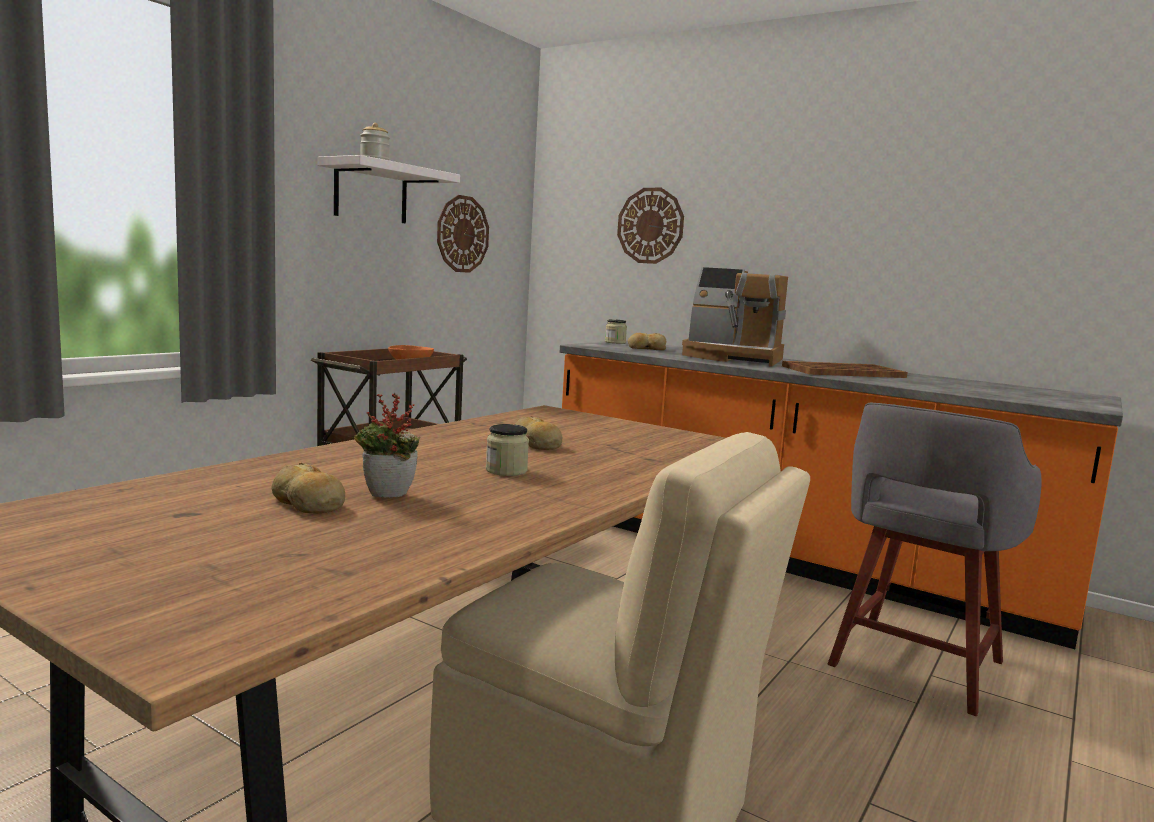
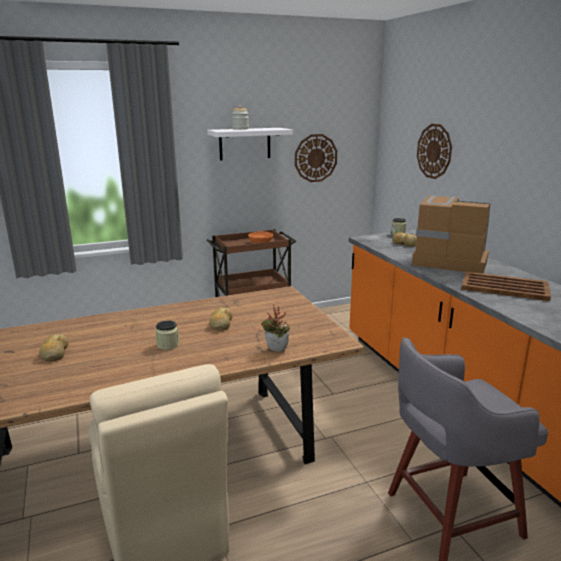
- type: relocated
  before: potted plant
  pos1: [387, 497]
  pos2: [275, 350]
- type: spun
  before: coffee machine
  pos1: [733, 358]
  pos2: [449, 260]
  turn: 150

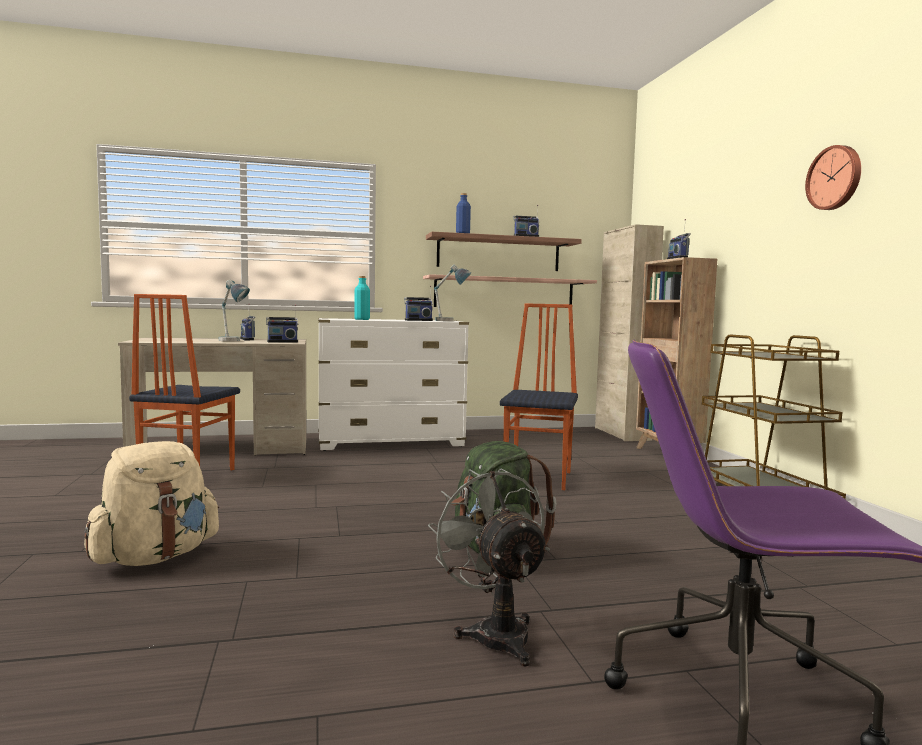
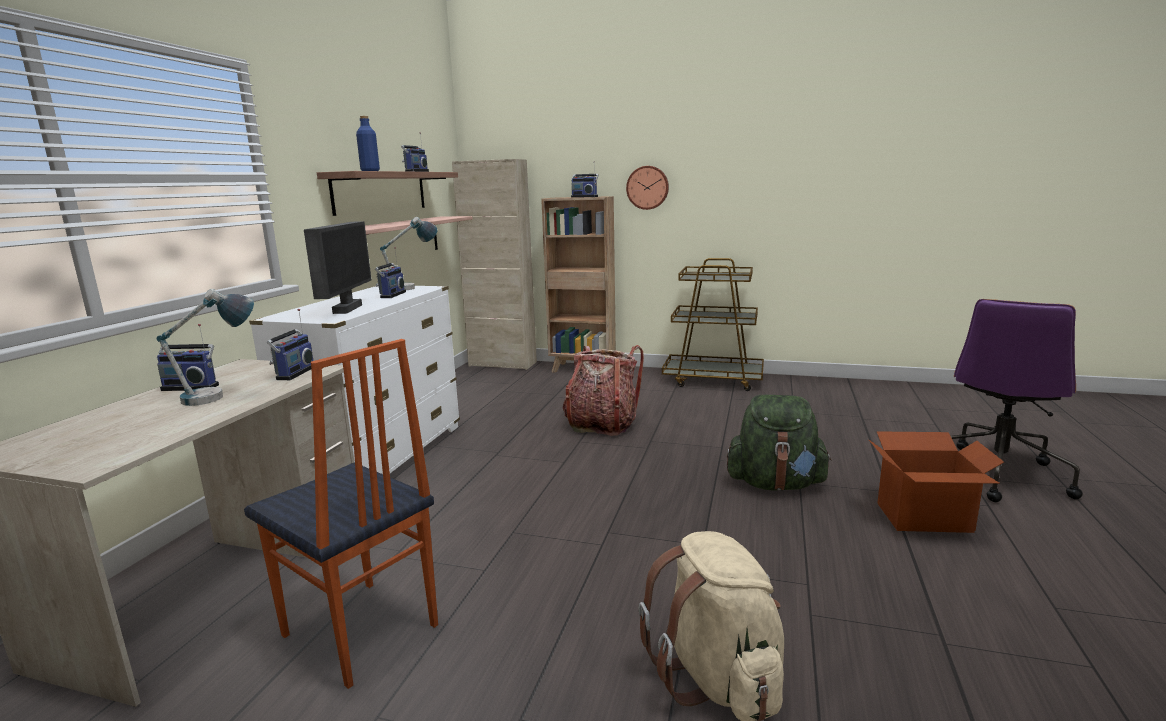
- type: exchanged
  before: turquoise bottle
  after: monitor
  pos1: [362, 319]
  pos2: [346, 309]
- type: exchanged
  before: chair
  after: backpack
  pos1: [539, 478]
  pos2: [602, 424]
- type: relocated
  before: wall clock
  pos1: [835, 178]
  pos2: [647, 187]
- type: exchanged
  before: grey fan
  after: cardboard box
  pos1: [495, 632]
  pos2: [924, 518]

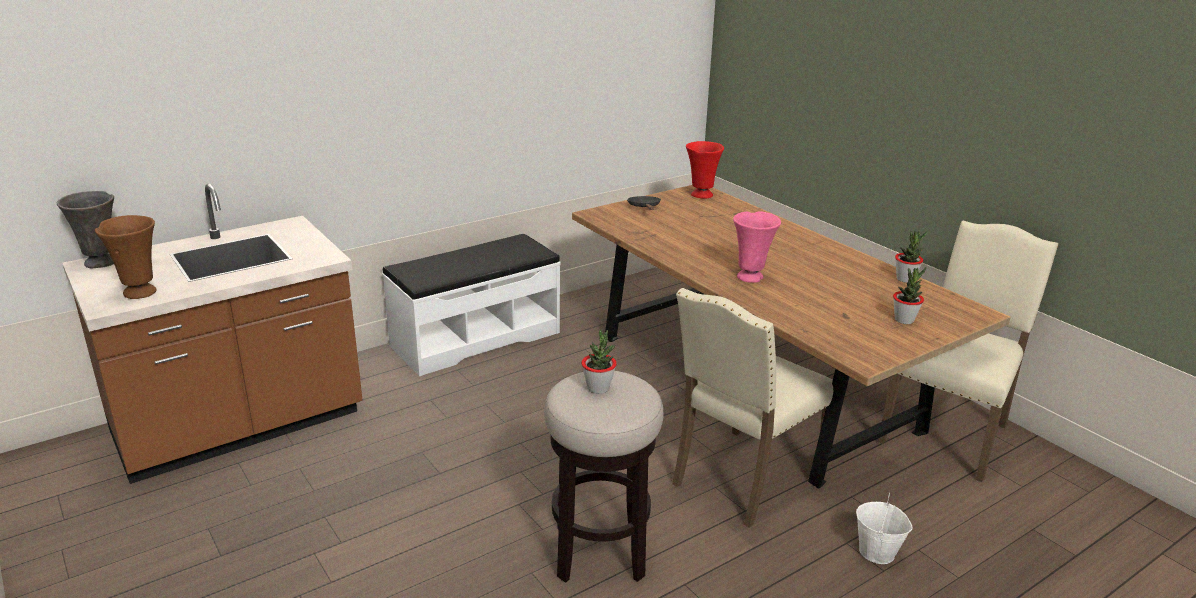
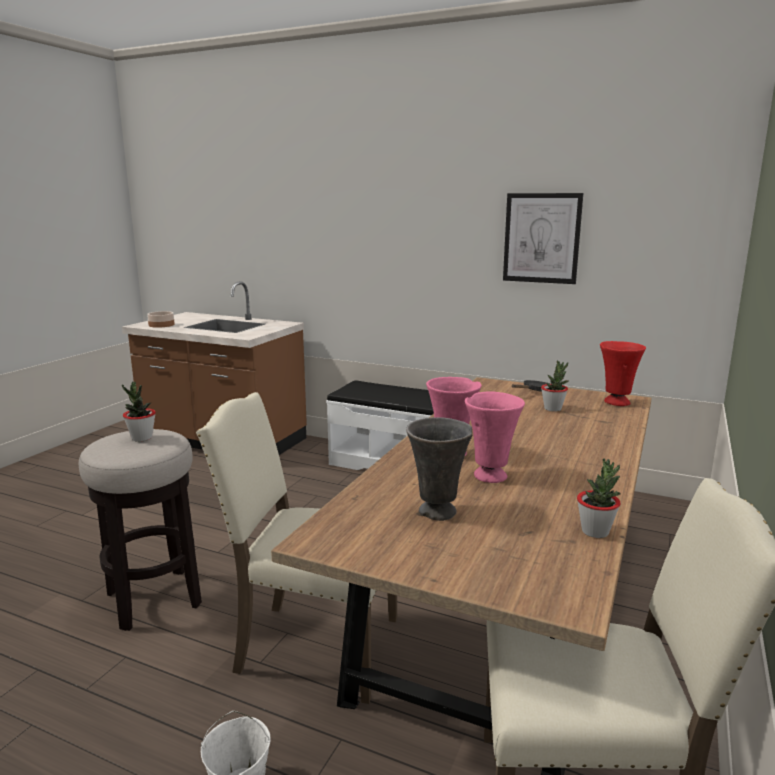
- type: exchanged
  before: brown vase
  after: bowl
  pos1: [140, 292]
  pos2: [162, 325]
- type: relocated
  before: grey vase
  pos1: [101, 263]
  pos2: [438, 513]
- type: appeared
  after: pink vase
  pos2: [490, 475]
- type: appeared
  after: picture
  pos2: [541, 238]
- type: relocated
  before: potted plant
  pos1: [904, 320]
  pos2: [553, 409]

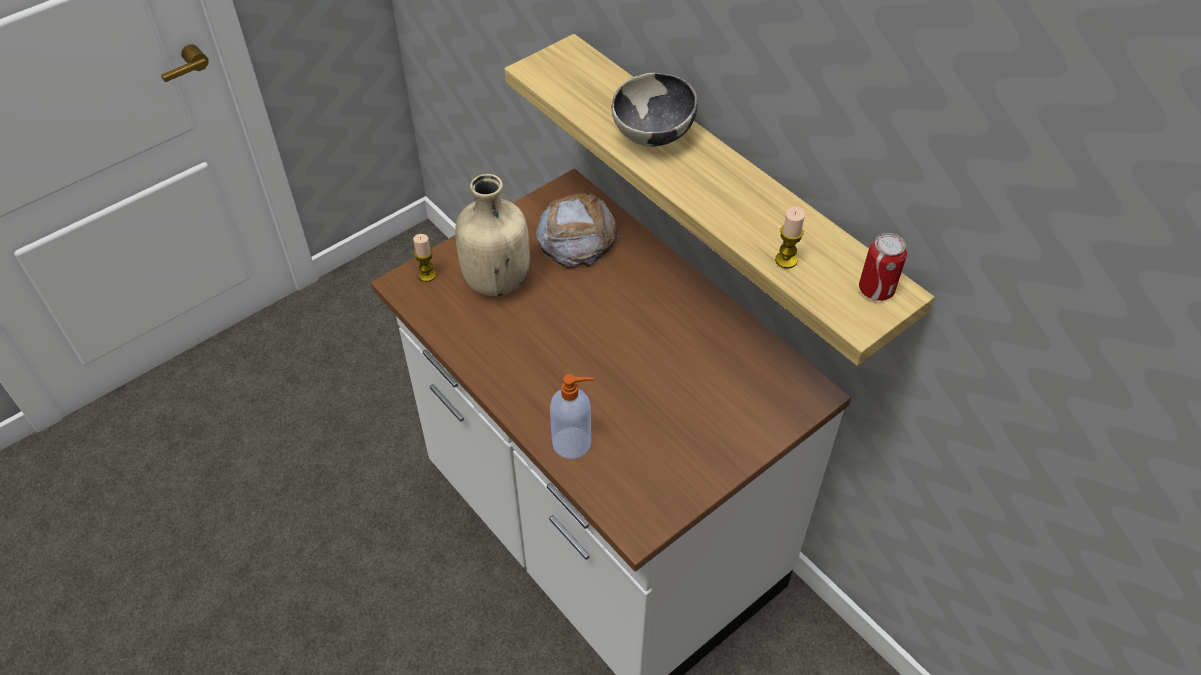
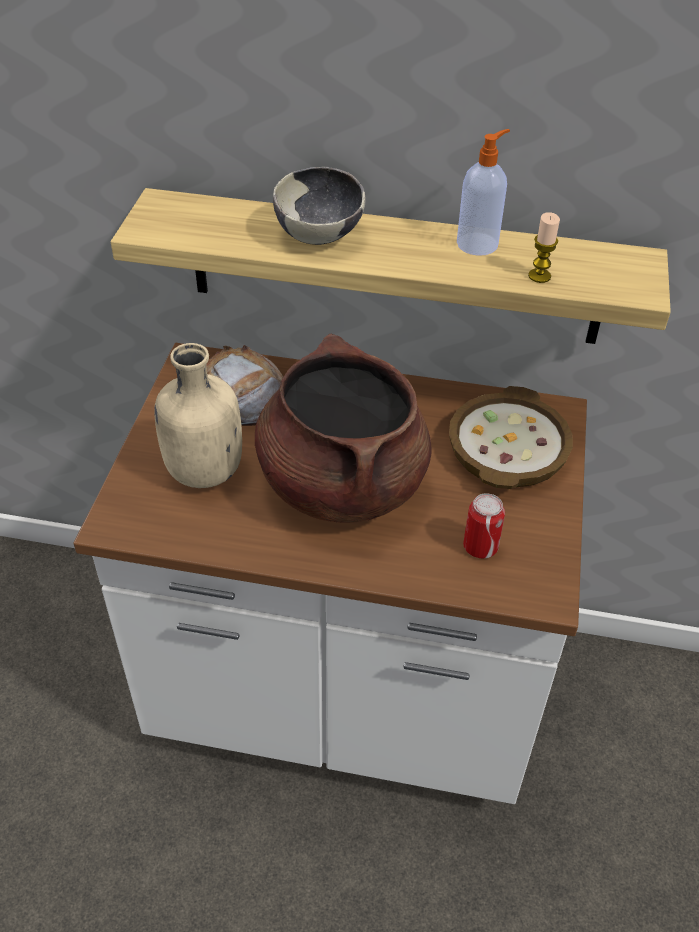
- type: appeared
  after: brown cooking pot
  pos2: [341, 483]
- type: appeared
  after: bowl
  pos2: [509, 451]
- type: relocated
  before: soap dispenser
  pos1: [573, 443]
  pos2: [478, 243]
- type: relocated
  before: can
  pos1: [876, 289]
  pos2: [480, 547]
- type: missing
  before: candle
  pos1: [427, 275]

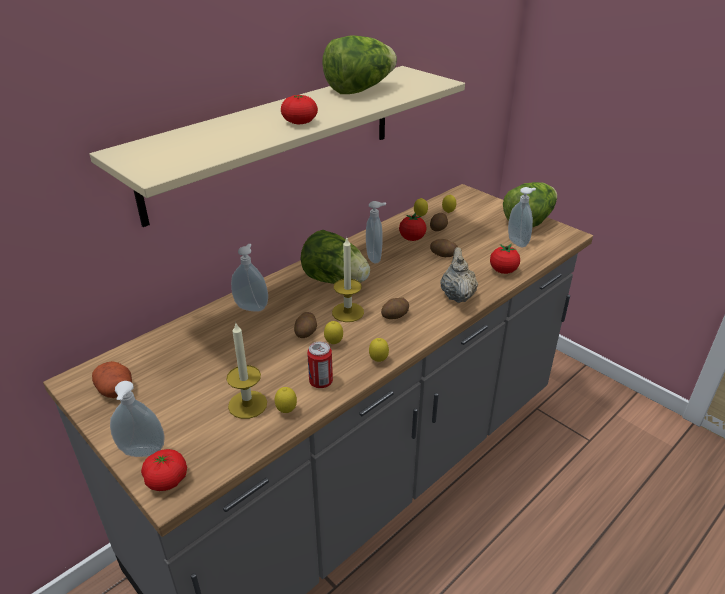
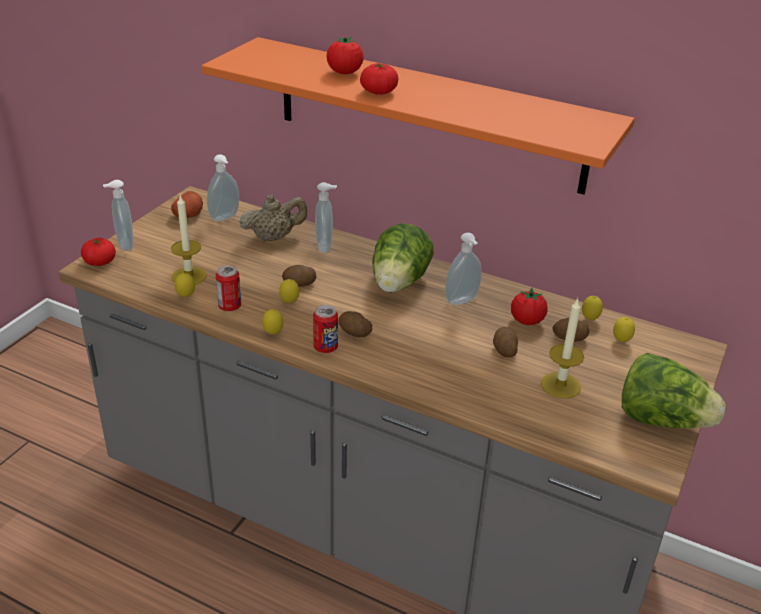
- type: colour
  before: beige shelf
  after: orange shelf
  pos1: [275, 140]
  pos2: [428, 114]
- type: relocated
  before: soap dispenser
  pos1: [518, 242]
  pos2: [225, 218]
- type: relocated
  before: beige teapot
  pos1: [457, 295]
  pos2: [274, 237]
- type: appeared
  after: can
  pos2: [325, 348]
- type: relocated
  before: tomato
  pos1: [503, 271]
  pos2: [344, 72]
- type: relocated
  before: candle
  pos1: [348, 312]
  pos2: [560, 385]
- type: missing
  before: lettuce
  pos1: [359, 90]

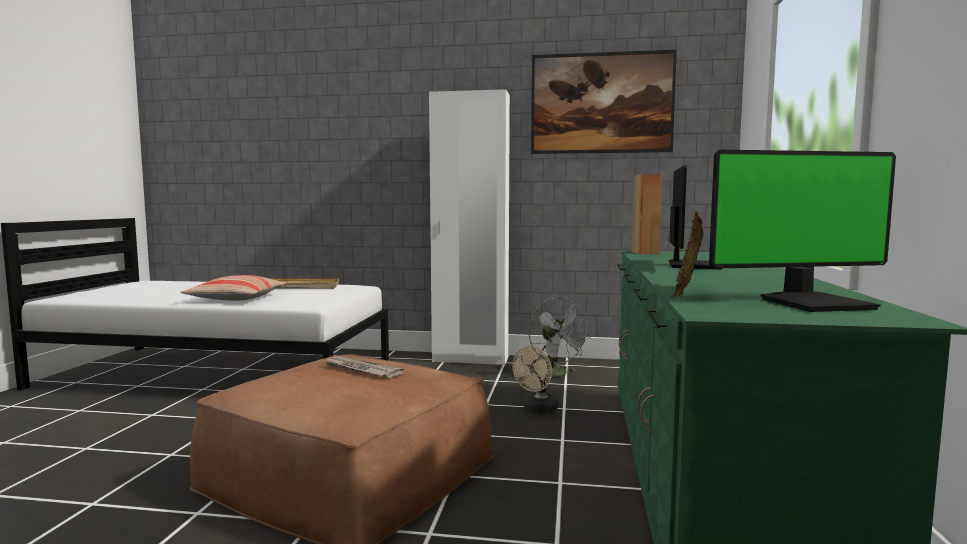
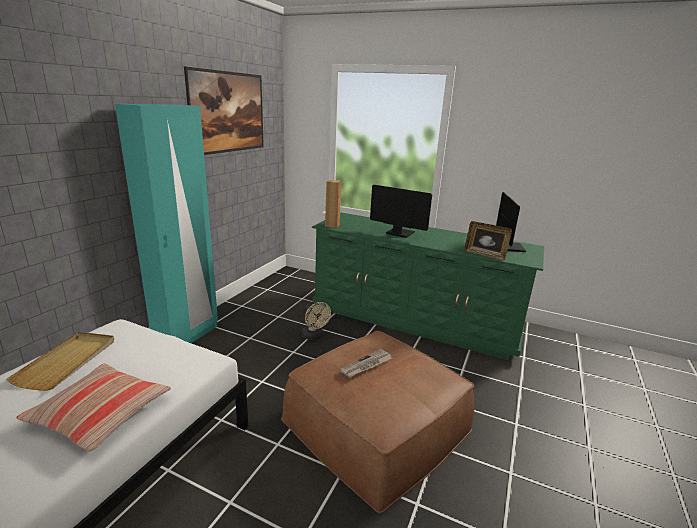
- type: colour
  before: white wardrobe
  after: turquoise wardrobe
  pos1: [470, 359]
  pos2: [187, 337]
- type: missing
  before: grey fan
  pos1: [557, 374]

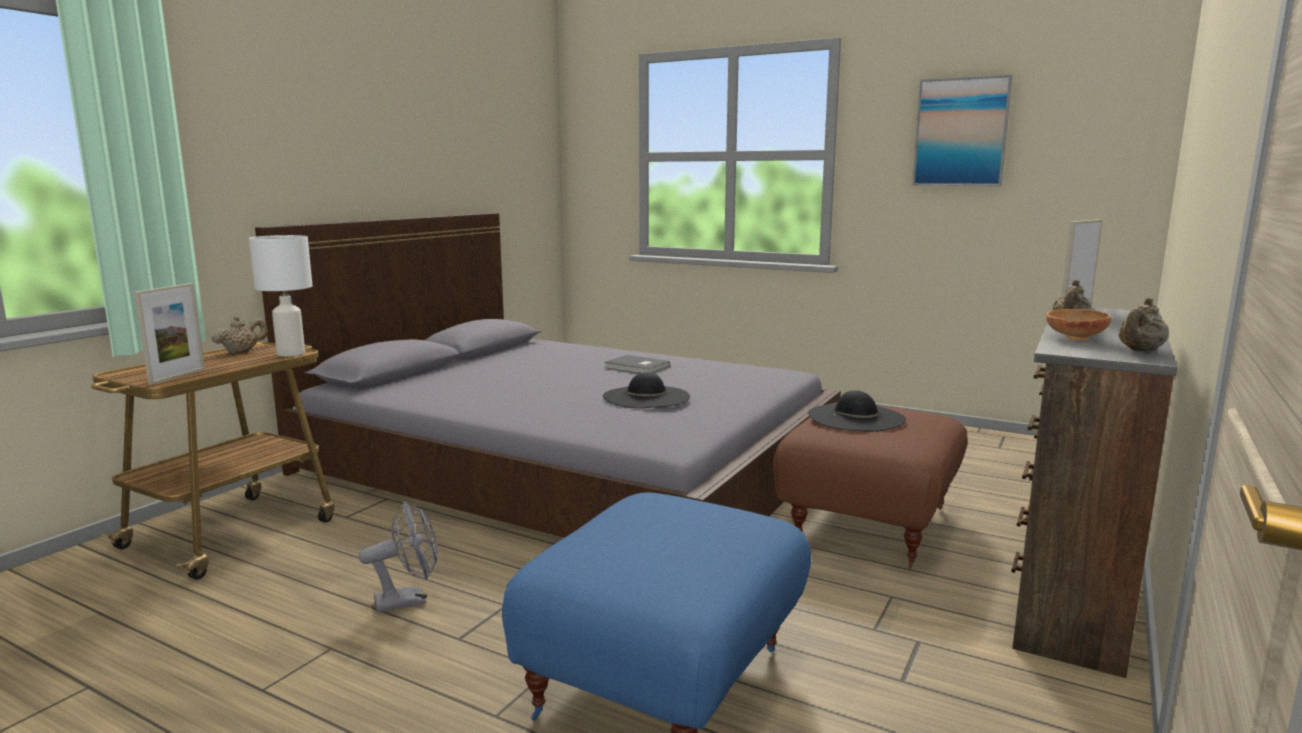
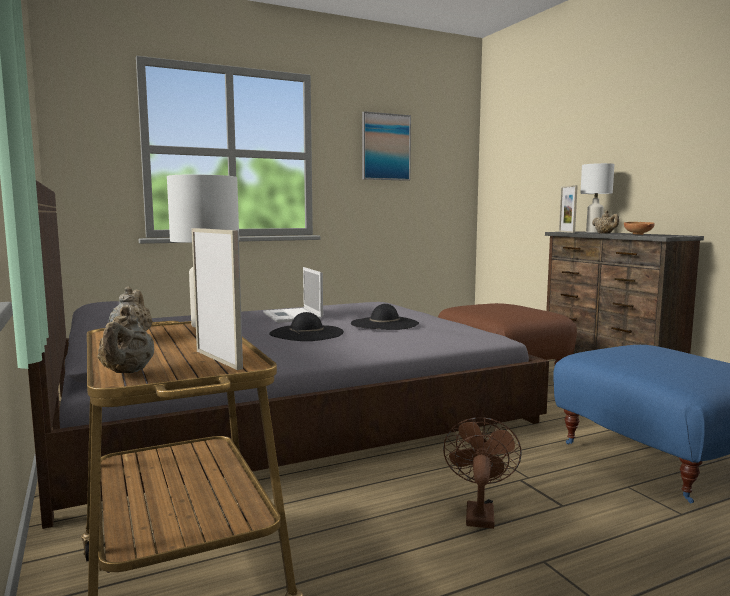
- type: relocated
  before: beige teapot
  pos1: [1140, 351]
  pos2: [127, 372]
- type: exchanged
  before: grey book
  after: laptop
  pos1: [636, 367]
  pos2: [293, 316]
- type: relocated
  before: black hat
  pos1: [856, 417]
  pos2: [306, 333]
- type: colour
  before: grey fan
  after: brown fan
  pos1: [409, 600]
  pos2: [479, 512]
- type: appeared
  after: white table lamp
  pos2: [594, 232]

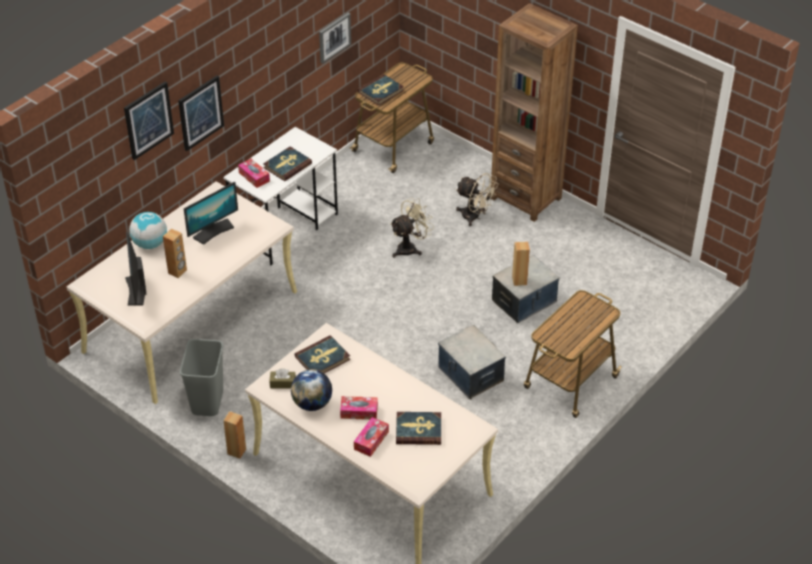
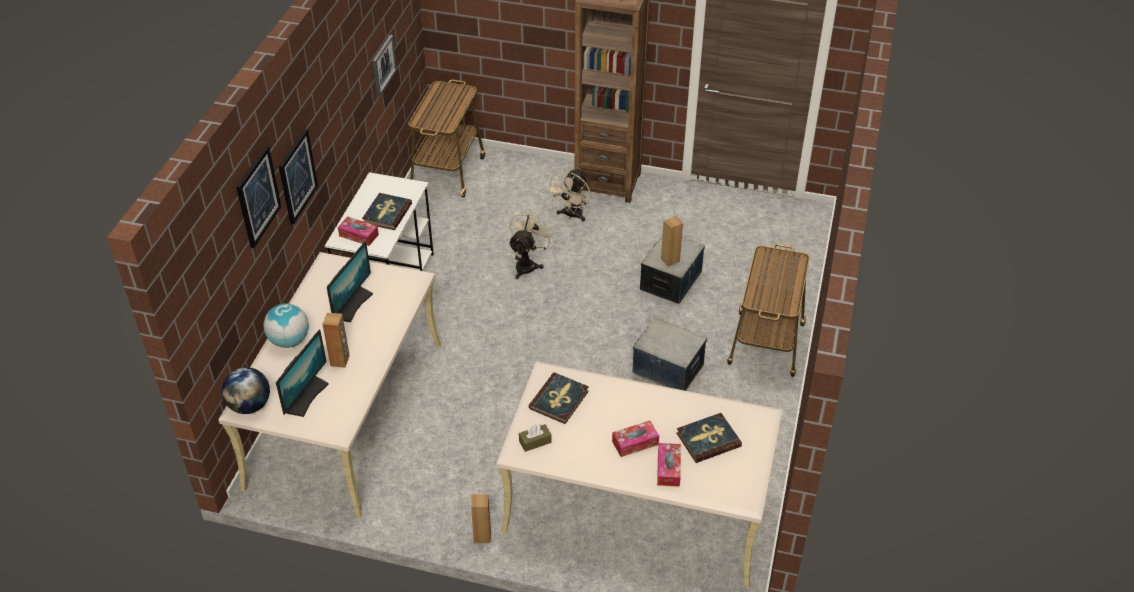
- type: relocated
  before: globe
  pos1: [312, 403]
  pos2: [250, 405]
- type: spun
  before: monitor
  pos1: [136, 290]
  pos2: [306, 396]
  turn: -120
- type: spun
  before: beige fan
  pos1: [475, 217]
  pos2: [571, 215]
  turn: 105
- type: missing
  before: grey trash can
  pos1: [208, 402]
- type: missing
  before: book
  pos1: [381, 91]

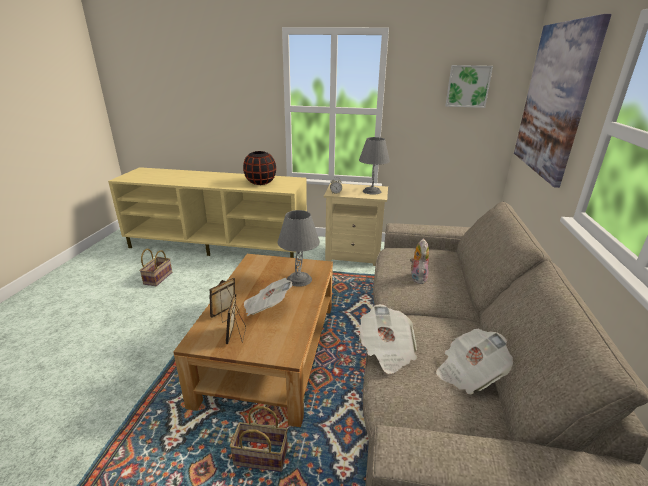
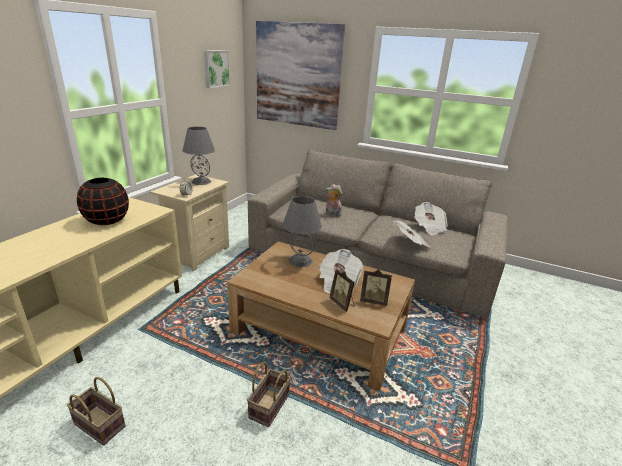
- type: relocated
  before: basket
  pos1: [259, 457]
  pos2: [269, 407]

